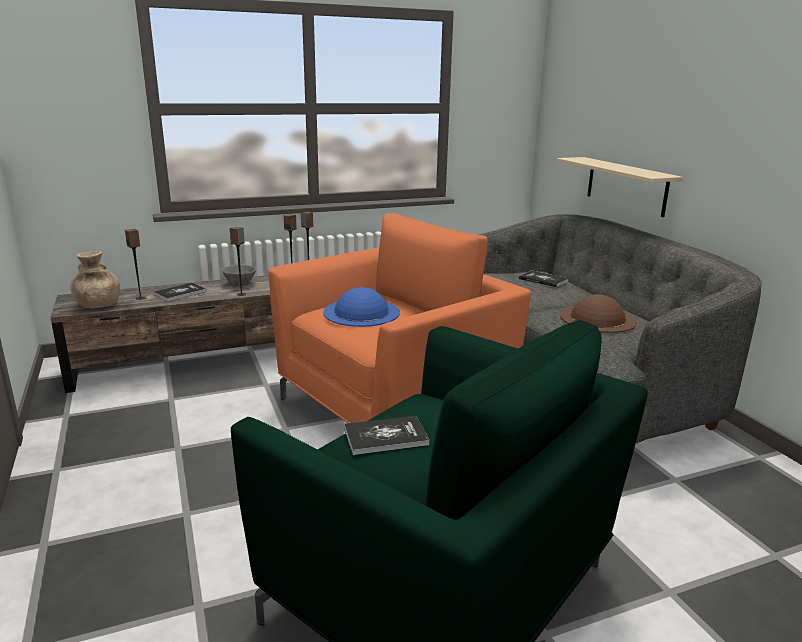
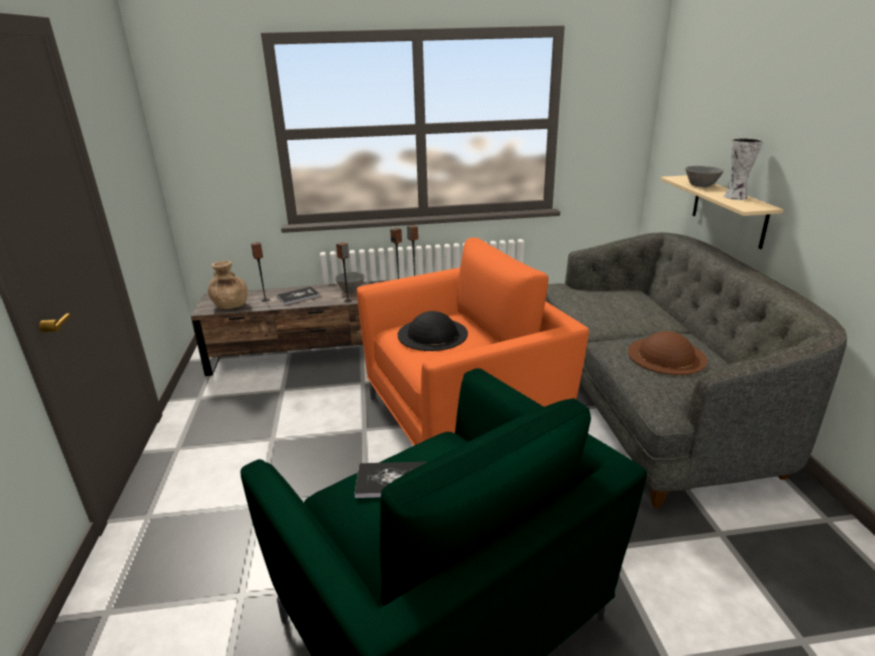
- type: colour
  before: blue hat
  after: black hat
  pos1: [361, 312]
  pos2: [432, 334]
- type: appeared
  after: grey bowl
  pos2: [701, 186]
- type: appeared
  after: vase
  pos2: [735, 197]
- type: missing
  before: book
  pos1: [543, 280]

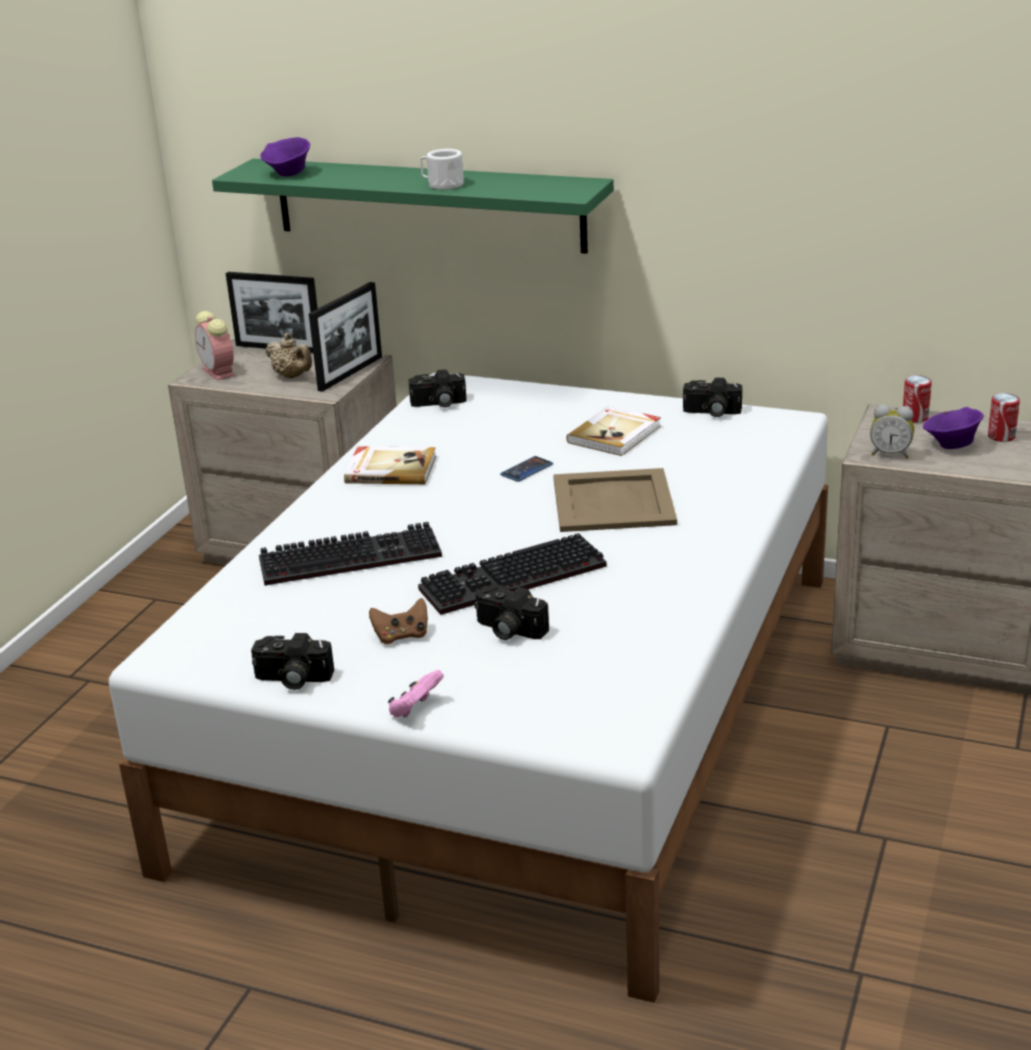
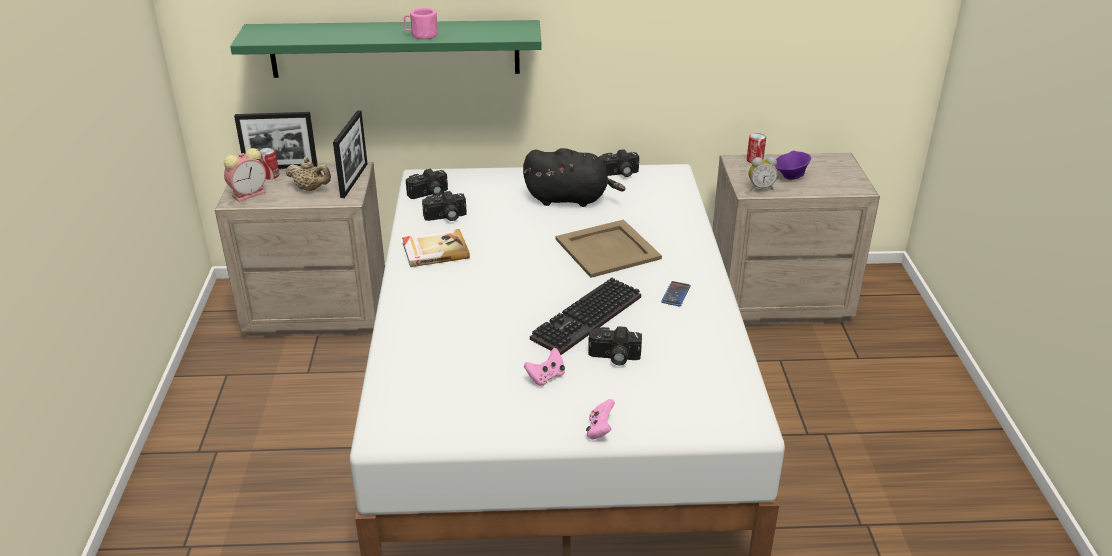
- type: spun
  before: alarm clock
  pos1: [220, 372]
  pos2: [249, 194]
  turn: -75
- type: relocated
  before: can
  pos1: [1001, 436]
  pos2: [270, 175]
- type: colour
  before: white mug
  after: pink mug
  pos1: [442, 185]
  pos2: [421, 35]
- type: relocated
  before: photo camera
  pos1: [292, 679]
  pos2: [445, 217]
- type: exchanged
  before: book
  after: black plush toy
  pos1: [615, 434]
  pos2: [570, 199]
- type: colour
  before: brown game controller
  after: pink game controller
  pos1: [401, 636]
  pos2: [546, 377]
- type: relocated
  before: phone
  pos1: [526, 470]
  pos2: [675, 294]
- type: missing
  before: keyboard
  pos1: [353, 556]
- type: missing
  before: purple bowl
  pos1: [288, 174]

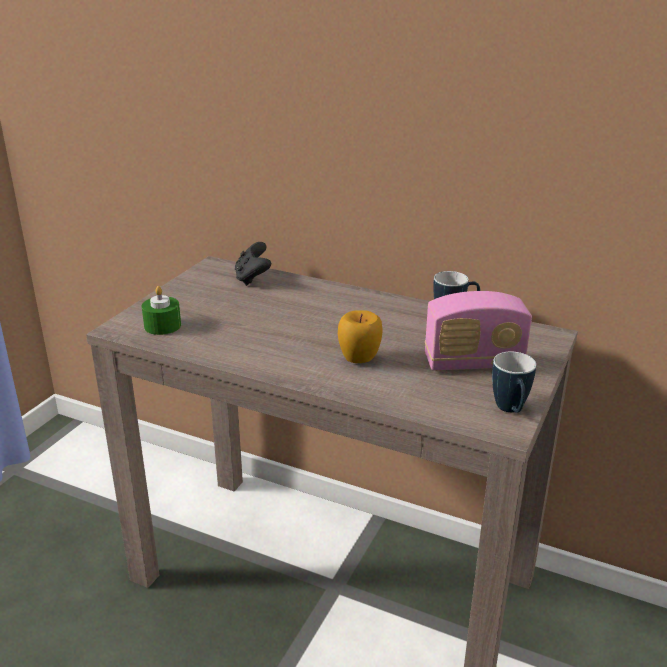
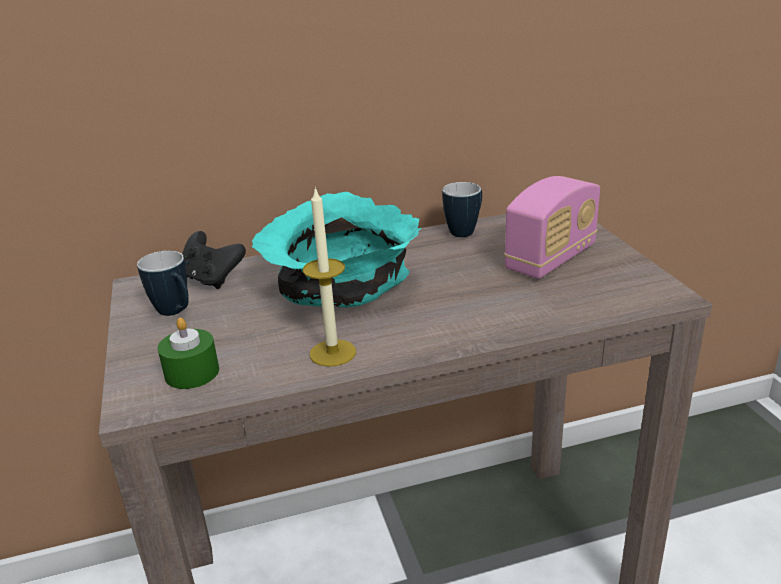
- type: relocated
  before: mug
  pos1: [511, 411]
  pos2: [176, 313]
- type: appeared
  after: turquoise bowl
  pos2: [342, 287]
- type: appeared
  after: candle
  pos2: [332, 353]
- type: missing
  before: apple
  pos1: [359, 359]

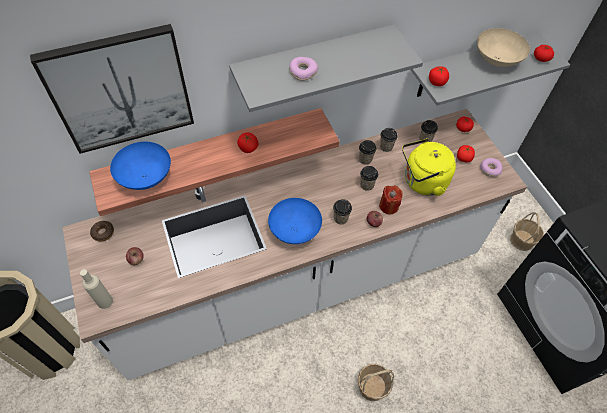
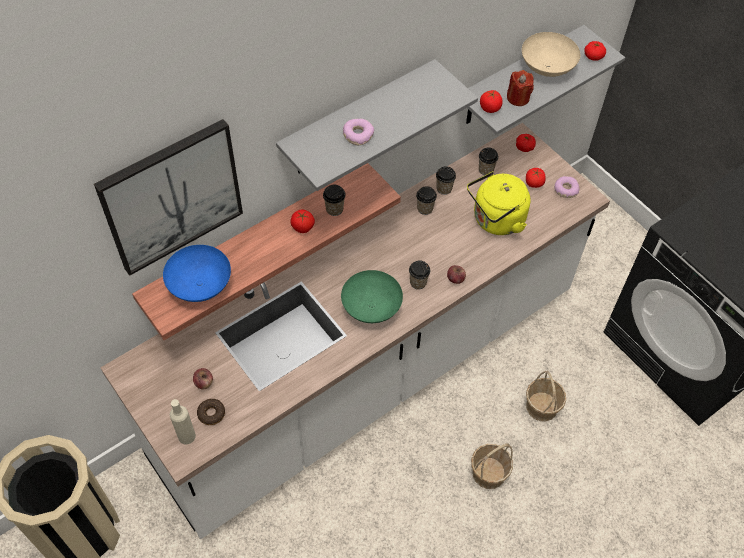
- type: relocated
  before: donut
  pos1: [103, 233]
  pos2: [211, 414]
- type: relocated
  before: cup
  pos1: [367, 185]
  pos2: [334, 209]
- type: colour
  before: blue bowl
  after: green bowl
  pos1: [295, 231]
  pos2: [372, 308]
- type: relocated
  before: red candle
  pos1: [388, 206]
  pos2: [518, 98]
- type: relocated
  before: basket
  pos1: [522, 240]
  pos2: [542, 406]

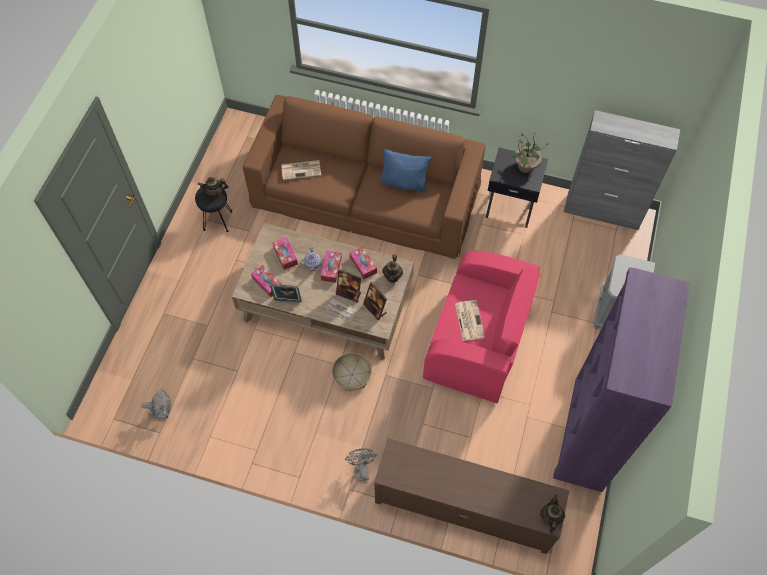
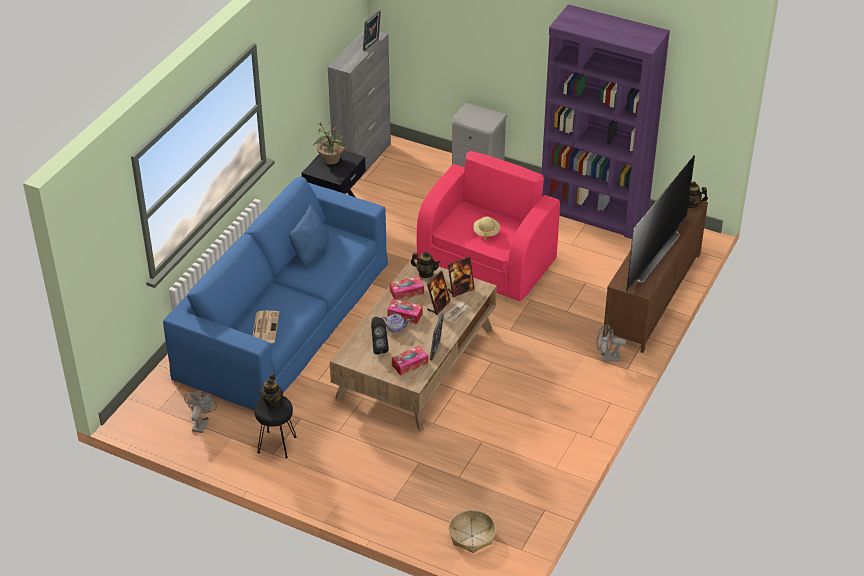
- type: colour
  before: brown sofa
  after: blue sofa
  pos1: [366, 194]
  pos2: [283, 318]
- type: relocated
  before: grey fan
  pos1: [163, 413]
  pos2: [201, 423]
- type: appeared
  after: picture frame
  pos2: [372, 45]
- type: exchanged
  before: tissue box
  after: black speaker
  pos1: [285, 255]
  pos2: [378, 347]
- type: relocated
  before: basket
  pos1: [351, 375]
  pos2: [472, 536]
- type: exchanged
  before: newspaper
  after: beige hat
  pos1: [469, 320]
  pos2: [486, 232]
- type: appeared
  after: television
  pos2: [651, 254]

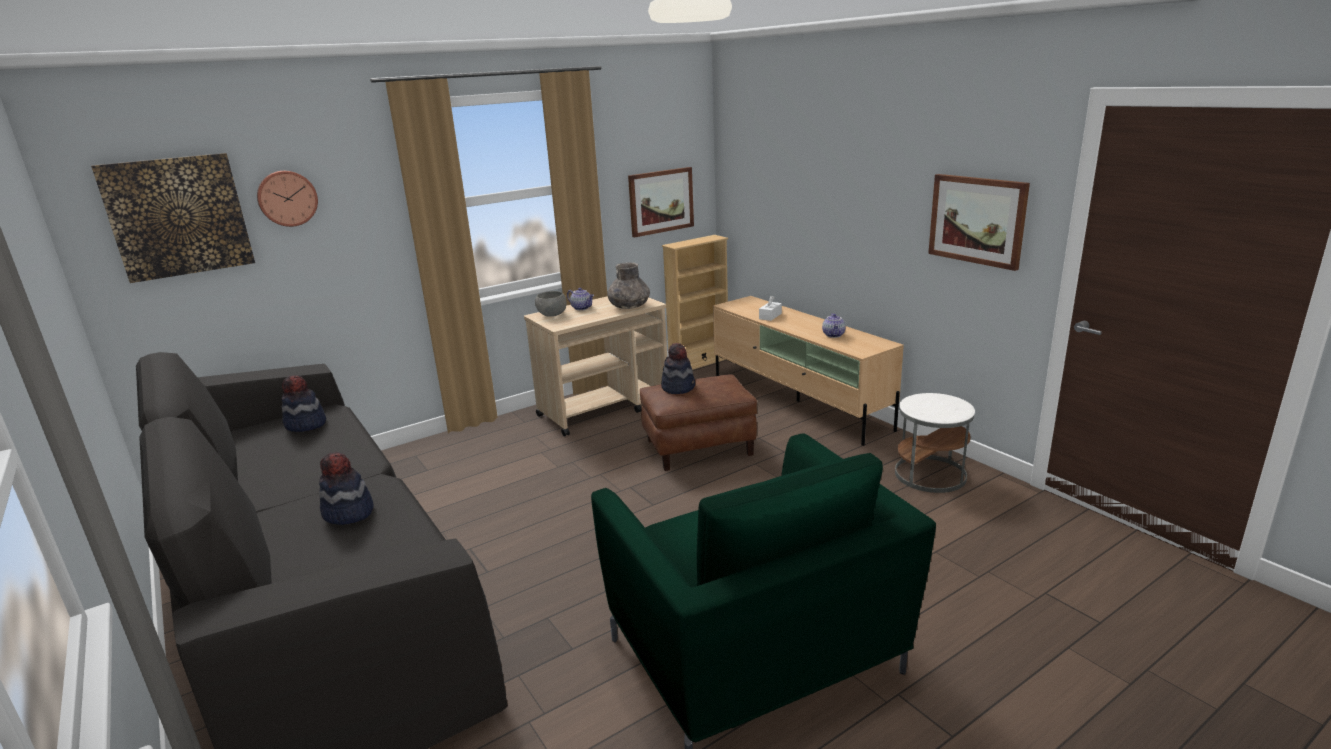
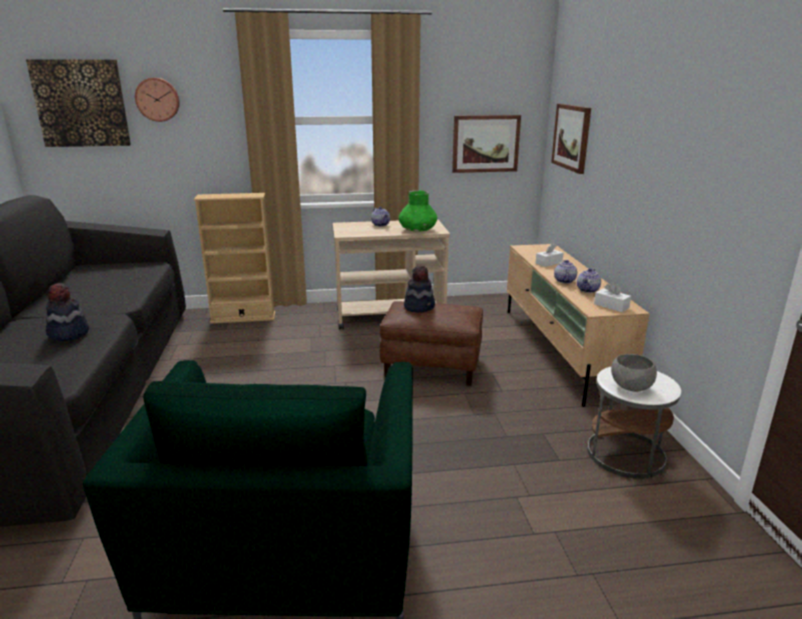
- type: relocated
  before: beige bookcase
  pos1: [699, 362]
  pos2: [243, 317]
- type: colour
  before: grey vase
  after: green vase
  pos1: [629, 306]
  pos2: [417, 230]
- type: relocated
  before: picture
  pos1: [977, 220]
  pos2: [571, 137]
- type: appeared
  after: teapot
  pos2: [564, 281]
- type: appeared
  after: white tissue box
  pos2: [611, 306]
- type: relocated
  before: grey bowl
  pos1: [552, 315]
  pos2: [631, 388]
- type: missing
  before: hat
  pos1: [305, 425]

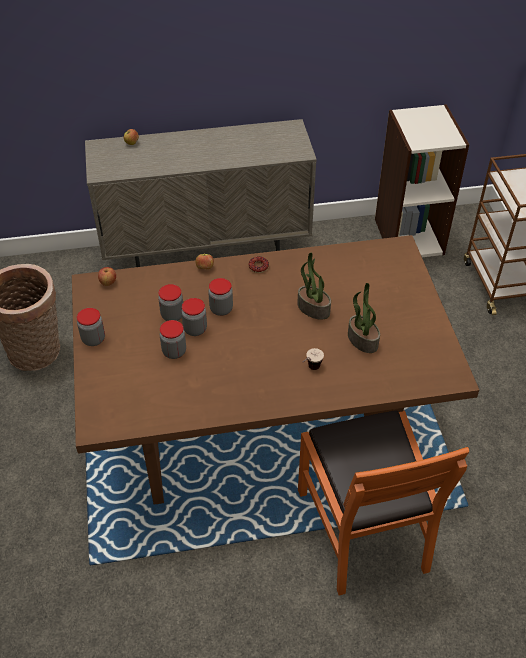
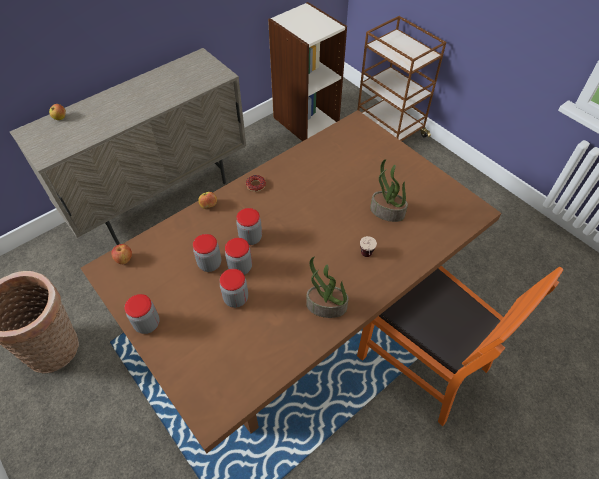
- type: relocated
  before: potted plant
  pos1: [312, 309]
  pos2: [326, 307]

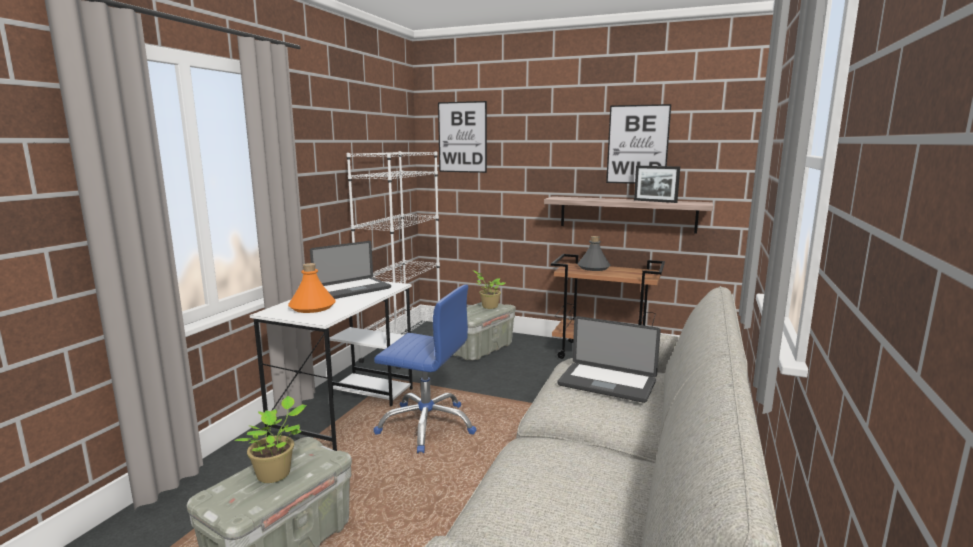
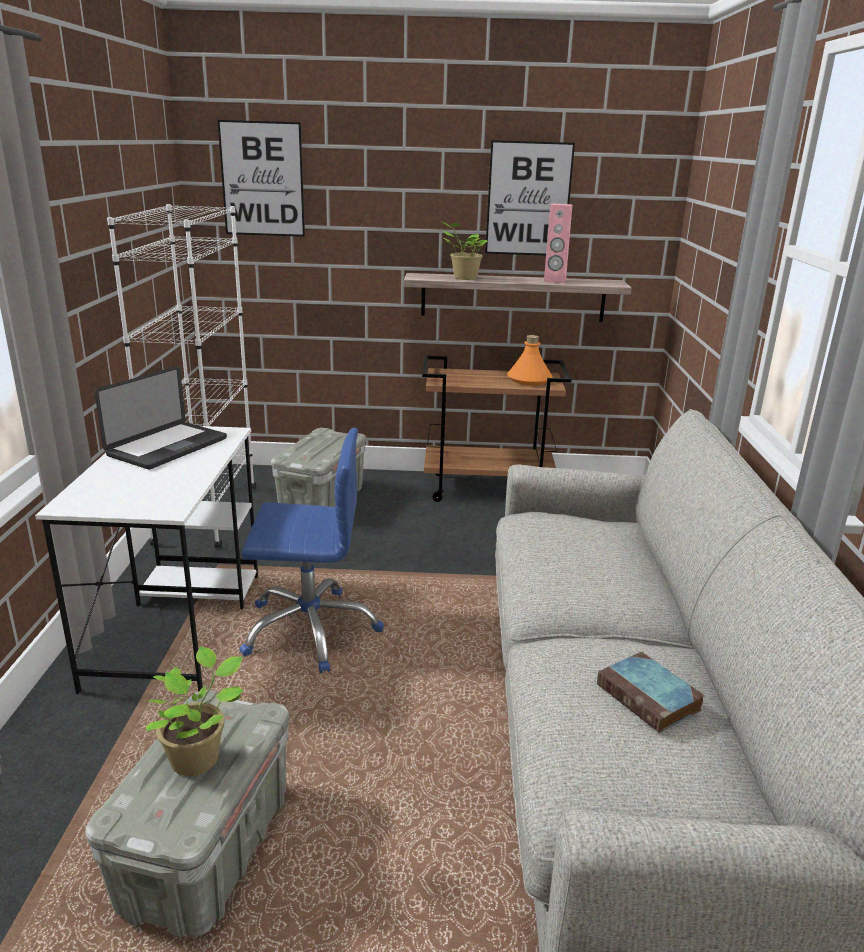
- type: relocated
  before: potted plant
  pos1: [488, 306]
  pos2: [463, 278]
- type: relocated
  before: orange bottle
  pos1: [312, 307]
  pos2: [529, 380]
- type: exchanged
  before: picture frame
  after: pink speaker
  pos1: [655, 201]
  pos2: [554, 281]
- type: appeared
  after: book
  pos2: [650, 698]
- type: missing
  before: laptop
  pos1: [607, 383]
- type: missing
  before: grey bottle
  pos1: [593, 268]

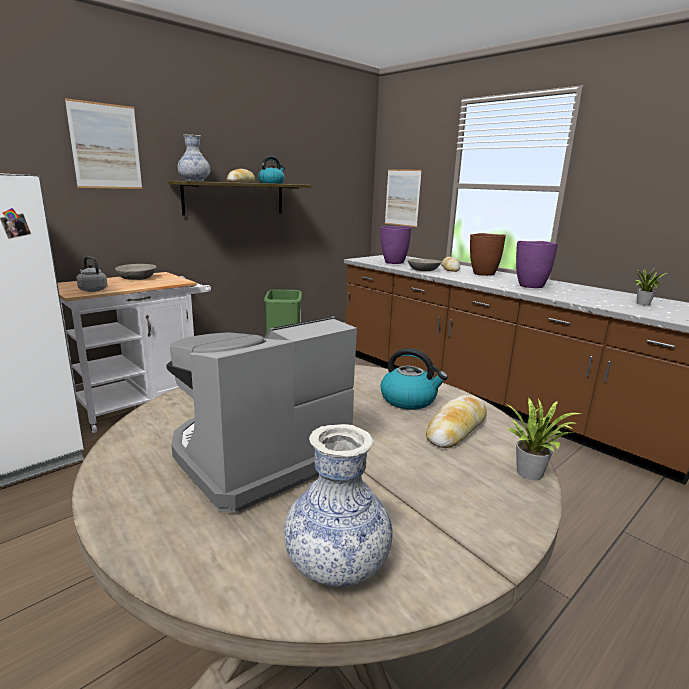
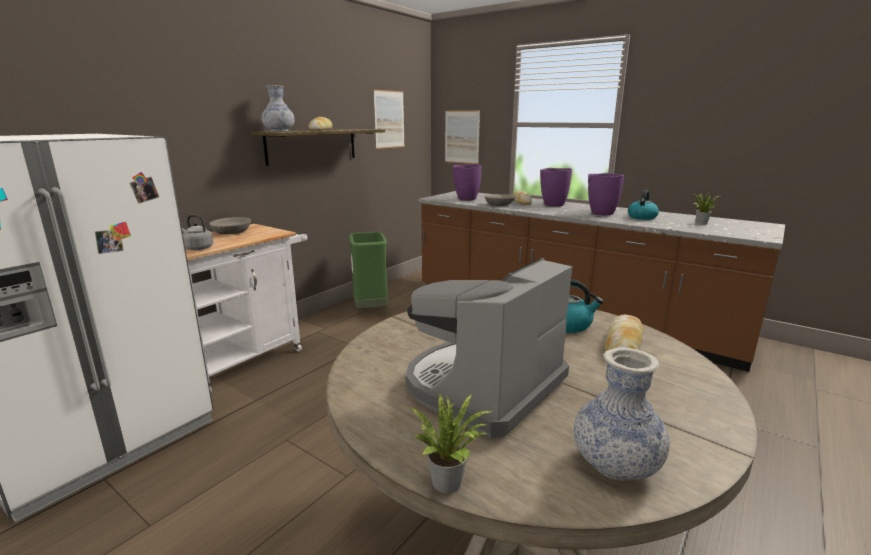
- type: relocated
  before: picture
  pos1: [106, 146]
  pos2: [389, 119]
- type: relocated
  before: potted plant
  pos1: [532, 472]
  pos2: [450, 480]
- type: colour
  before: brown vase
  after: purple vase
  pos1: [483, 274]
  pos2: [553, 205]
- type: relocated
  before: kettle
  pos1: [272, 183]
  pos2: [642, 217]

